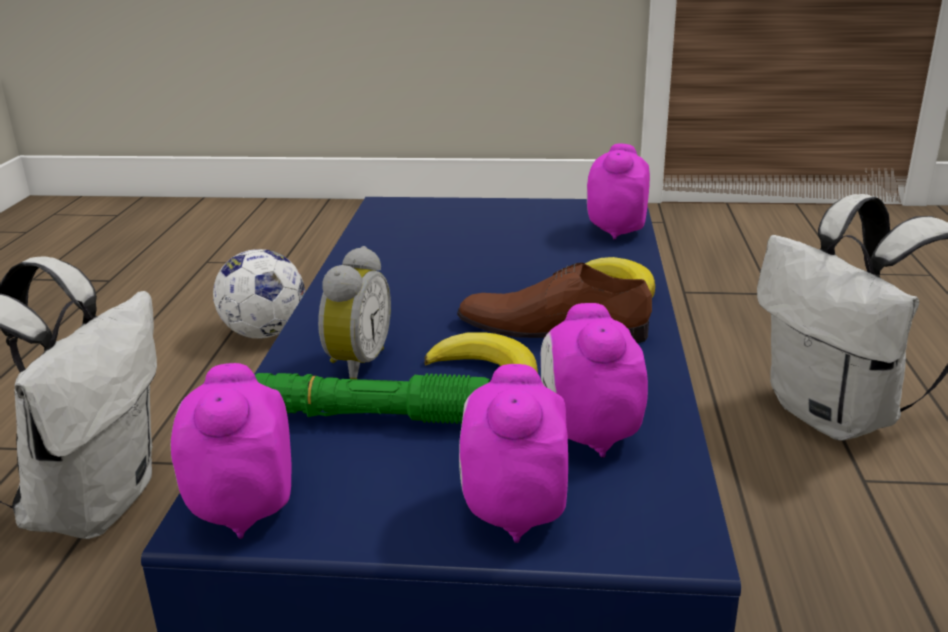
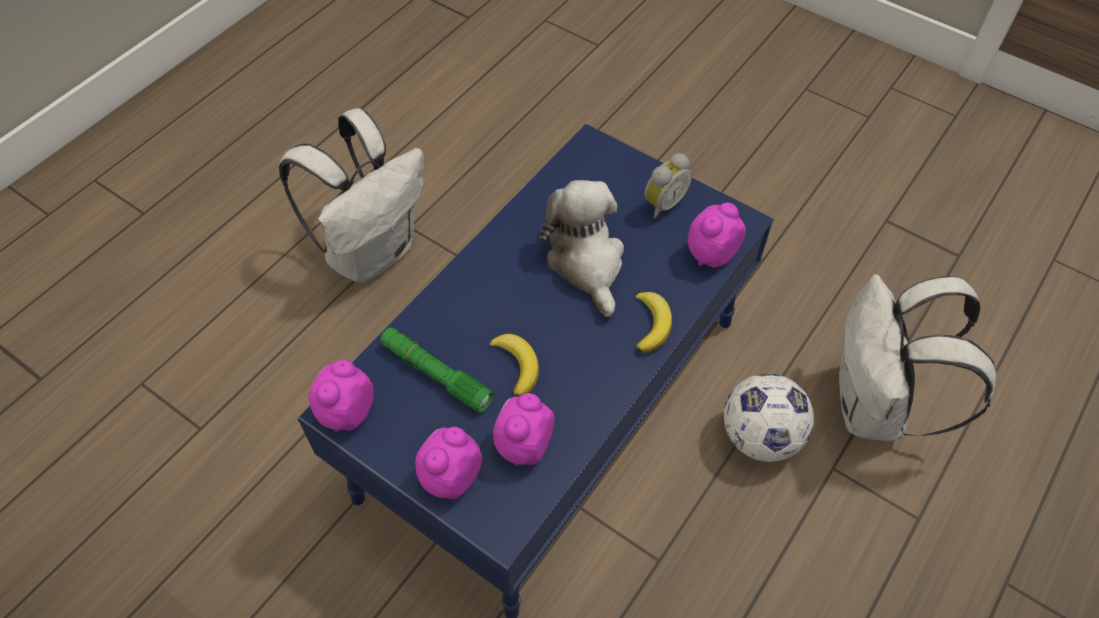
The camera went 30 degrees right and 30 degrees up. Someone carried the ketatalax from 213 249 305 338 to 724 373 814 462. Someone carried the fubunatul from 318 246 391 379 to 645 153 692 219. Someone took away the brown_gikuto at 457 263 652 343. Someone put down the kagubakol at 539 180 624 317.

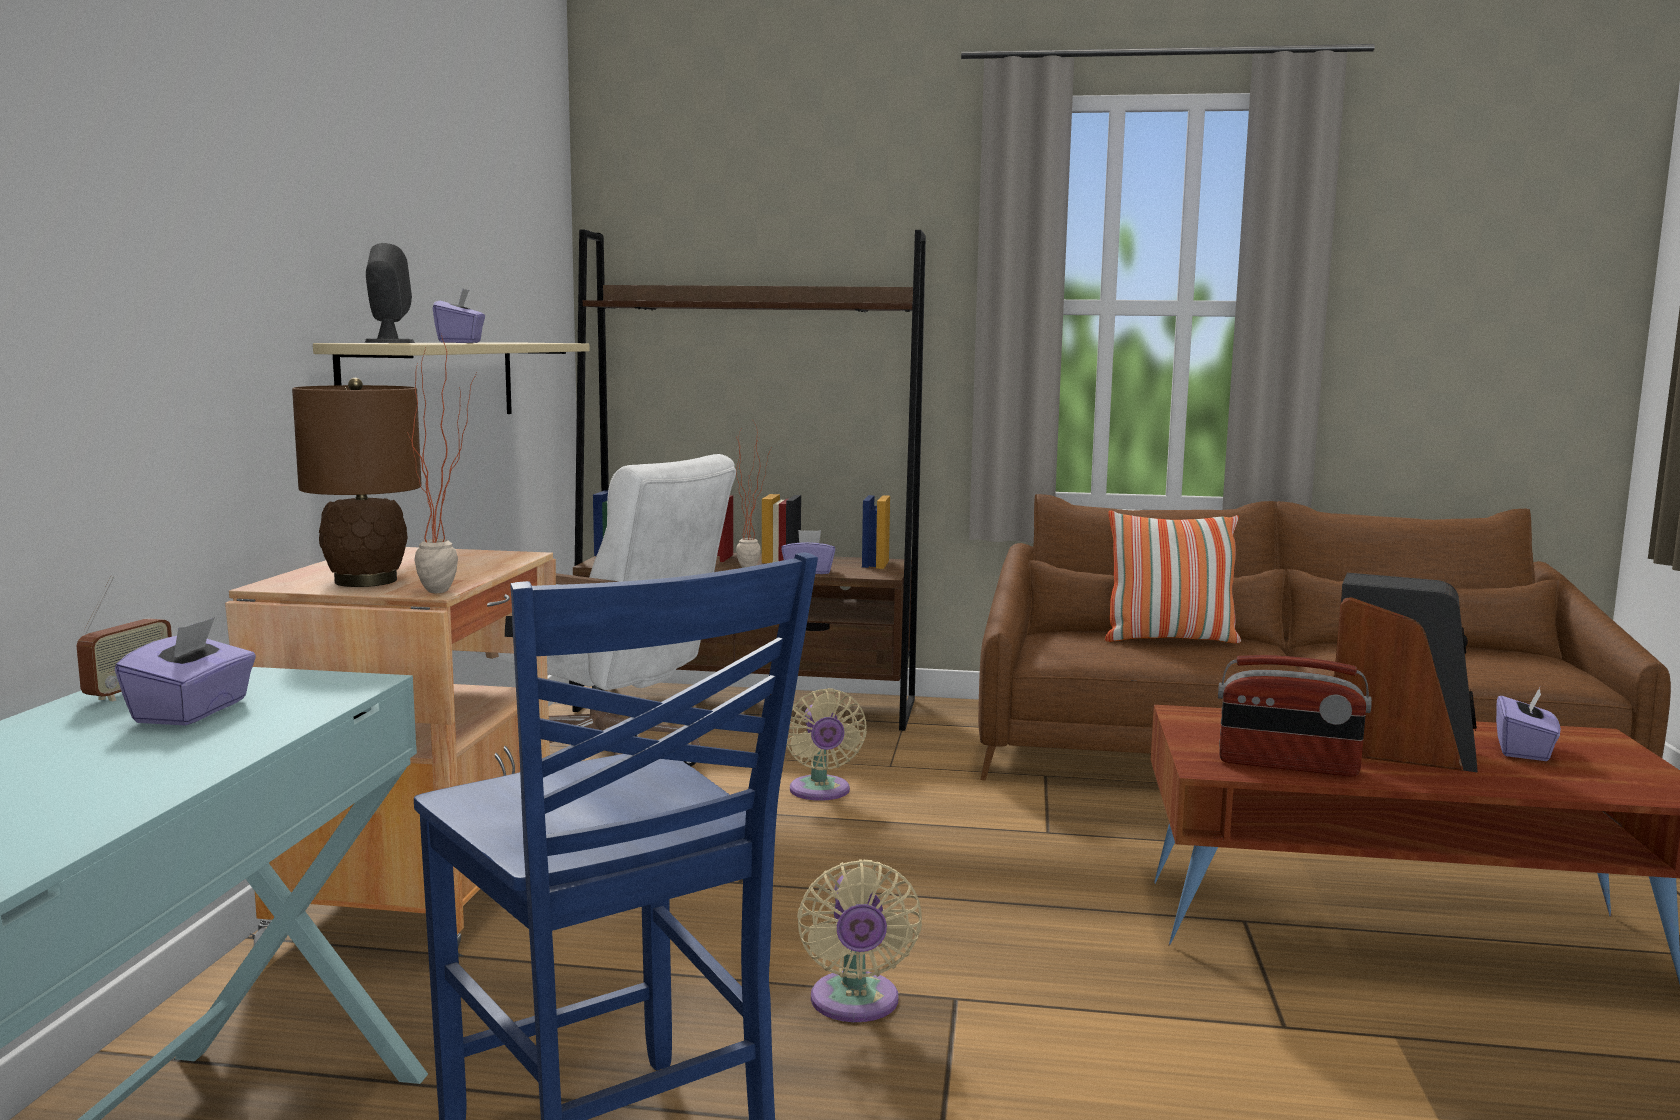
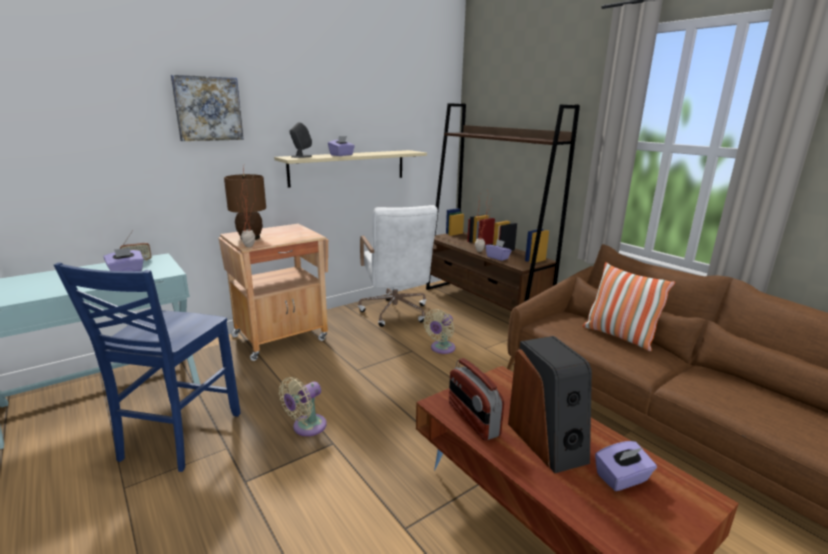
The camera went 45 degrees right and 10 degrees up. Someone put up the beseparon at 171 75 244 141.

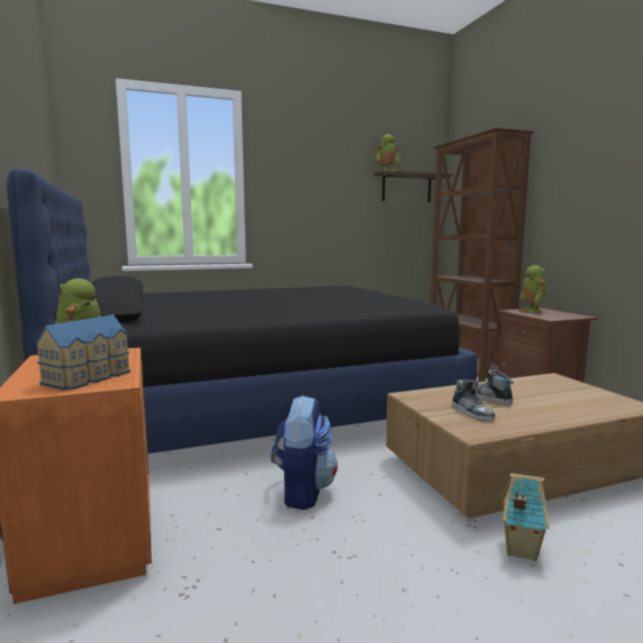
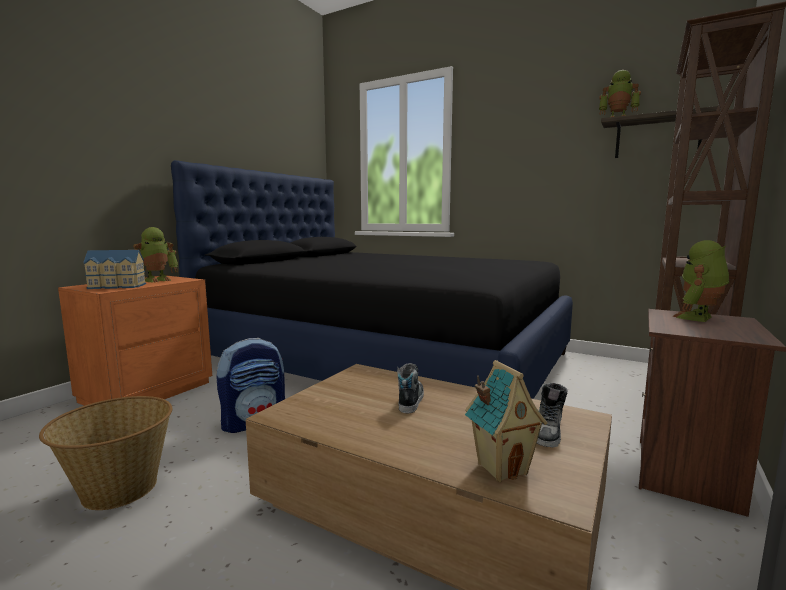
The camera went 50 degrees right and 0 degrees up. Someone carried the gikuto from 452 380 496 421 to 537 383 567 447. Someone carried the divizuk from 501 473 549 561 to 465 360 547 482. Someone put down the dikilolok at 39 396 172 510.

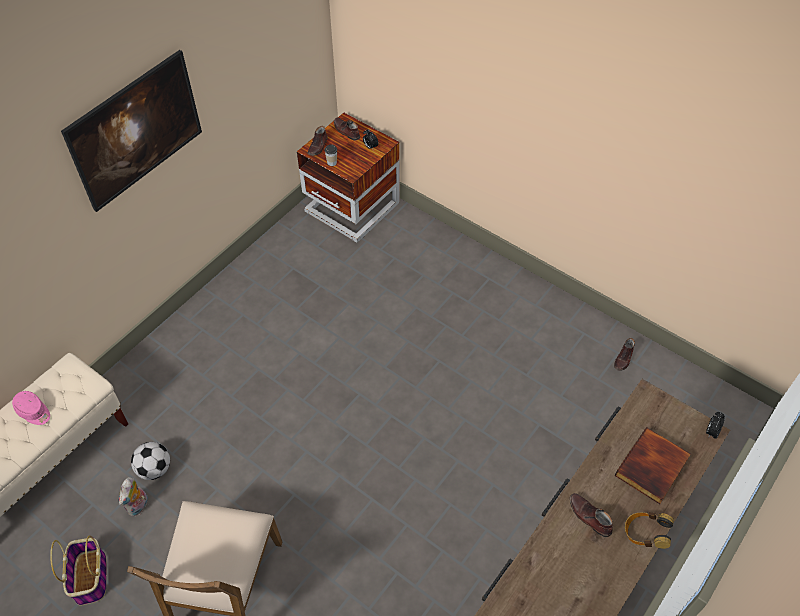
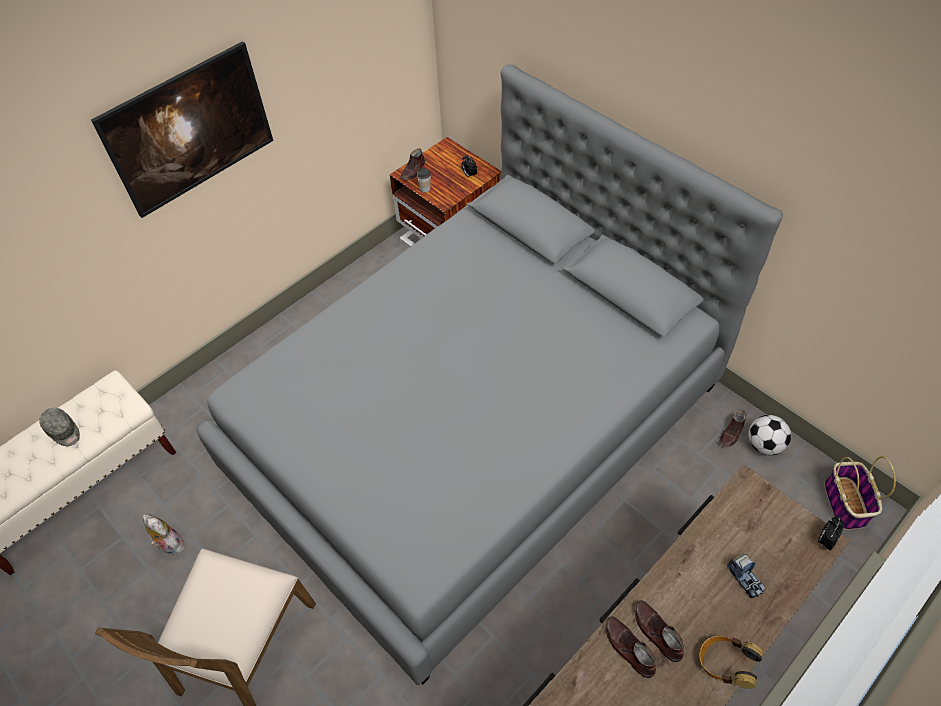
The camera went 10 degrees right and 0 degrees up. Someone repainted the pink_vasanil at 12 391 50 425, which became the grey_vasanil at 39 408 80 446. Someone carried the dikilolok from 50 535 107 606 to 824 456 896 530. Someone rotated the kagubakol at 119 477 148 516 by 105 degrees clockwise. Someone carried the ketatalax from 131 442 170 480 to 748 415 791 455. Someone carried the brown_gikuto from 334 117 360 140 to 605 616 656 678. Someone swapped the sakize at 615 427 691 504 for the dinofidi at 727 554 765 598. Someone put down the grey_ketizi at 196 64 783 686.

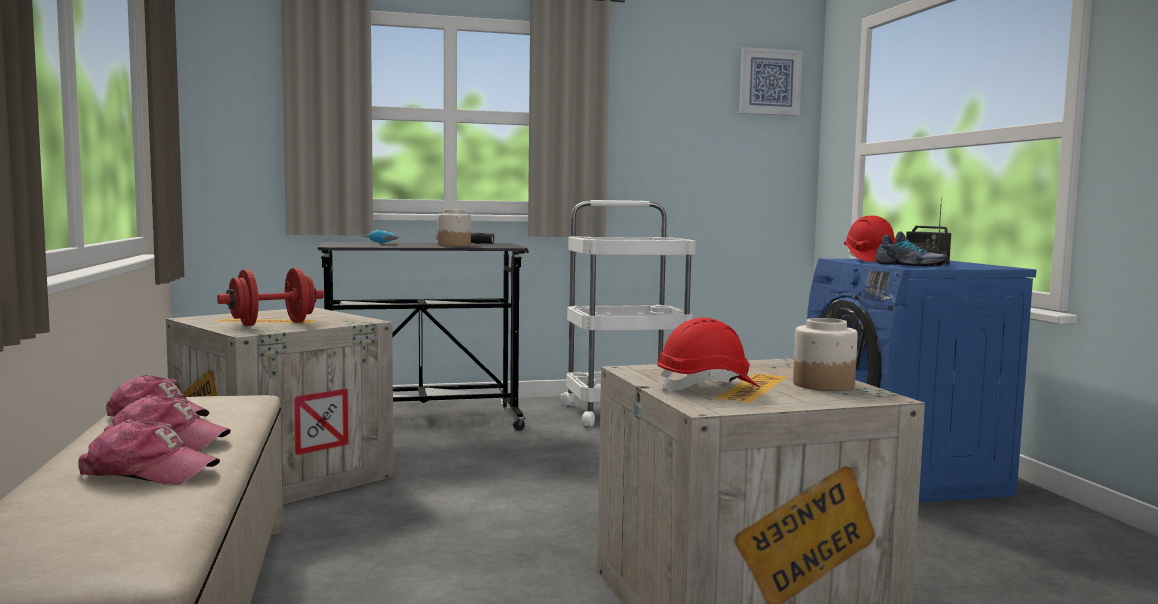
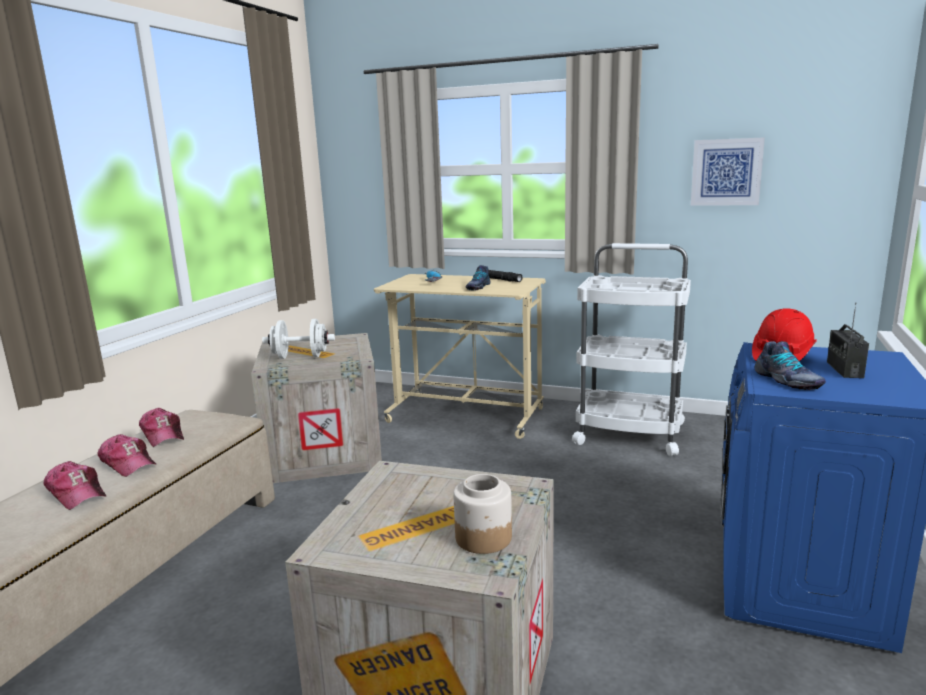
The camera went 35 degrees right and 10 degrees up. Someone repainted the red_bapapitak at 217 268 324 326, which became the white_bapapitak at 262 319 335 359. Someone repainted the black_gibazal at 318 242 528 431, which became the beige_gibazal at 374 274 546 439. Someone swapped the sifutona at 438 209 471 246 for the gikuto at 466 265 491 291. Someone took away the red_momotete at 657 318 760 391. Someone carried the beseparon from 739 47 803 116 to 691 137 765 206.

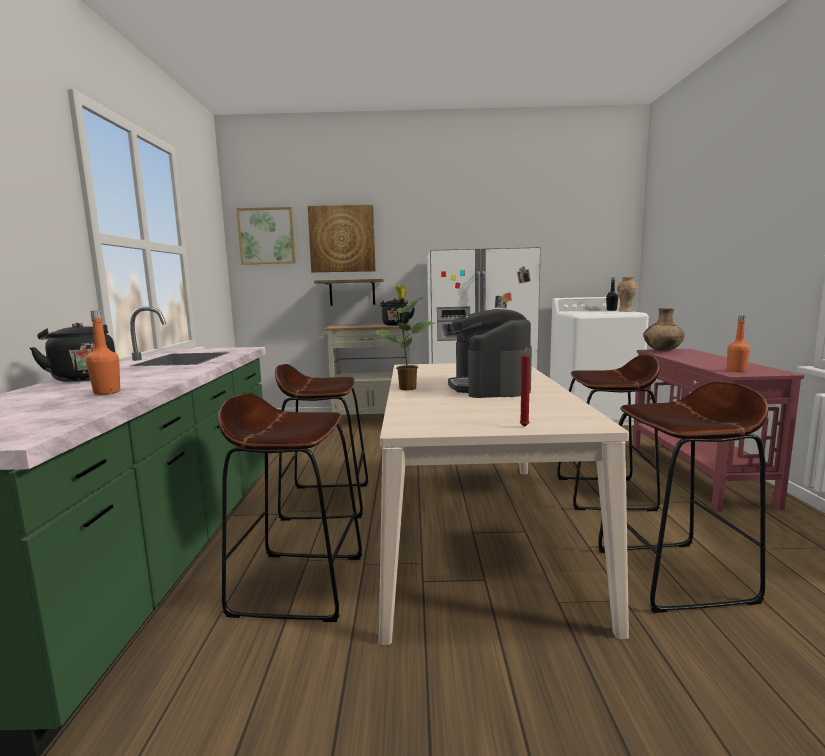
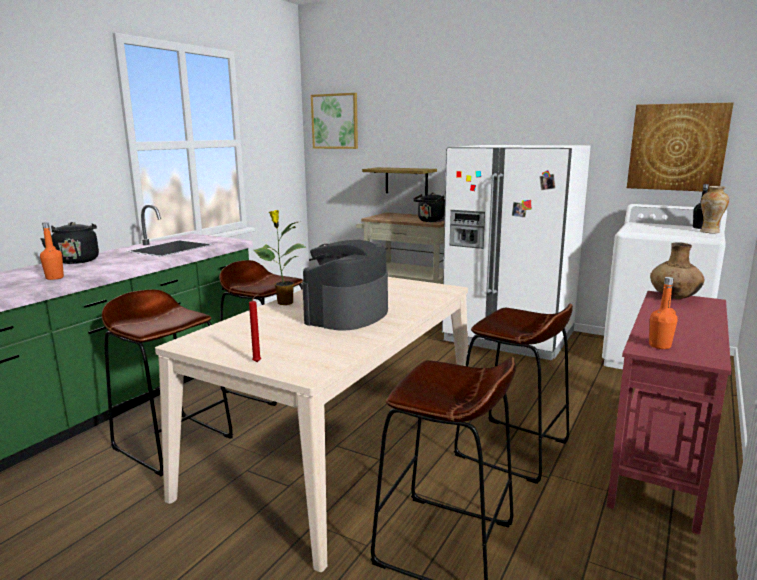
The camera went 30 degrees right and 5 degrees up. Someone carried the beseparon from 308 205 375 272 to 627 102 734 192.

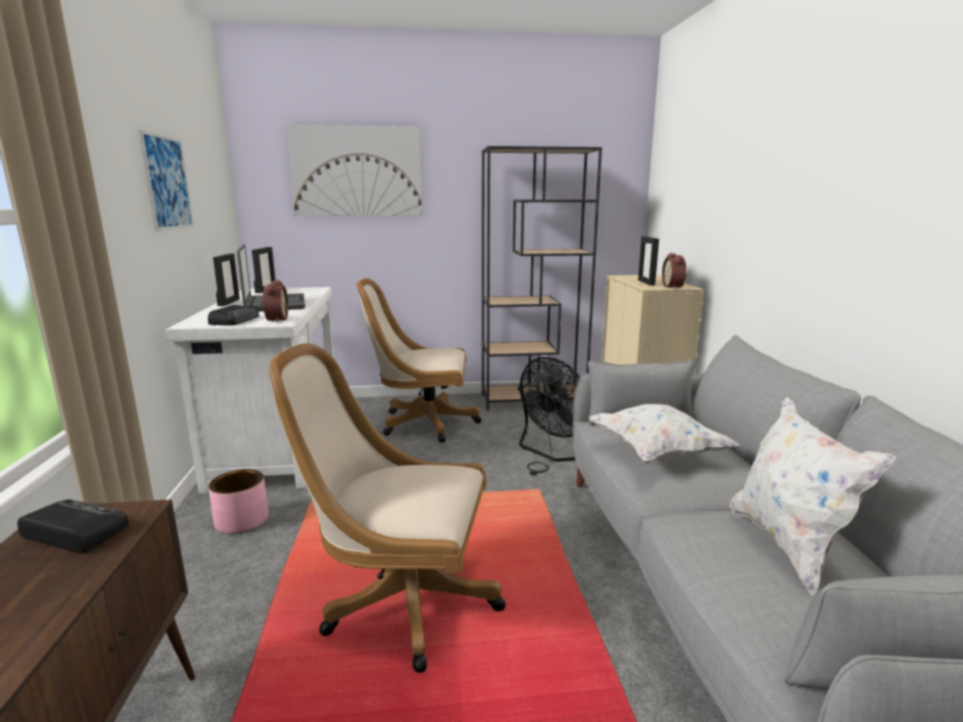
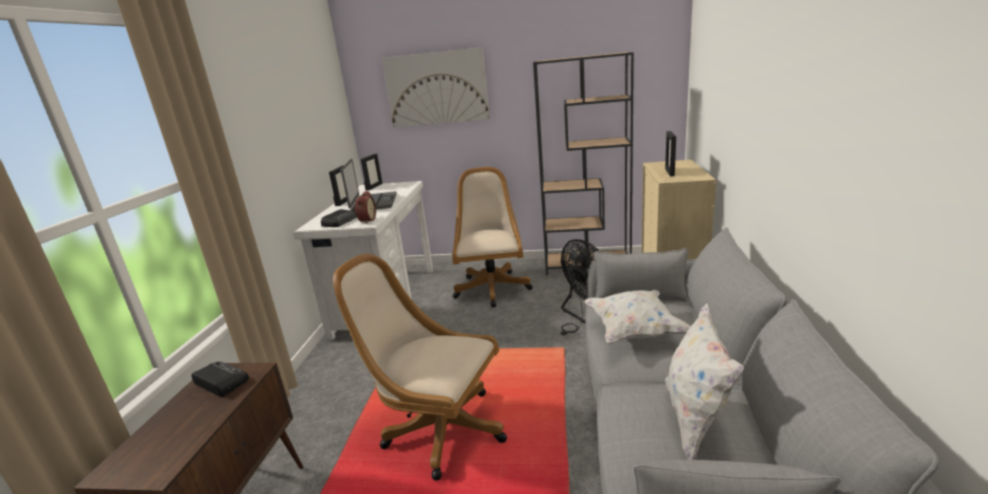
The camera went 15 degrees right and 5 degrees up. Someone took away the beseparon at 139 130 194 231. Someone took away the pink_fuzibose at 208 469 269 534. Someone rotated the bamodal at 357 278 482 443 by 75 degrees clockwise. Someone took away the fubunatul at 662 253 686 289.

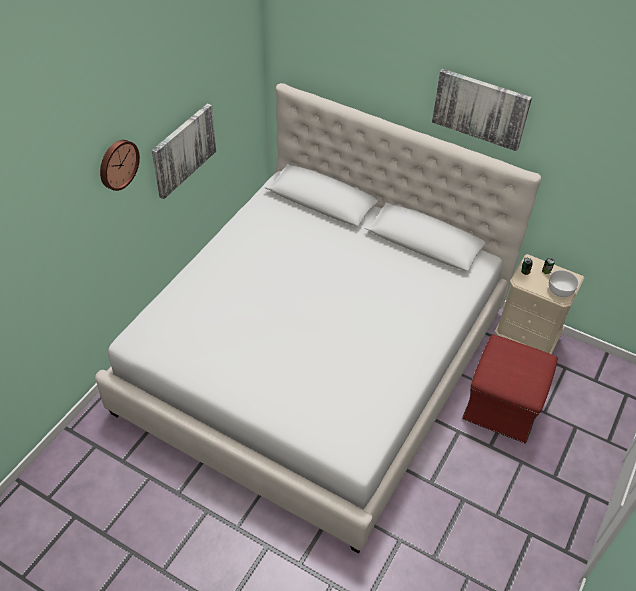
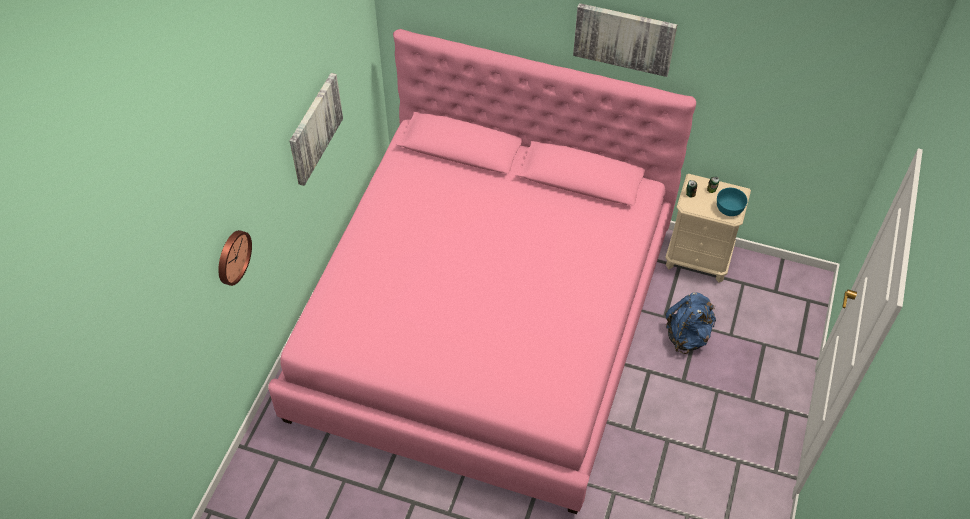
The camera went 10 degrees left and 5 degrees up. Someone repainted the white_ketizi at 95 83 541 554, which became the pink_ketizi at 268 29 696 514. Someone carried the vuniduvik from 100 140 140 191 to 218 230 252 286. Someone swapped the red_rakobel at 462 334 558 444 for the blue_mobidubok at 665 292 716 354. Someone repainted the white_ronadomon at 549 270 579 297, which became the turquoise_ronadomon at 717 188 747 216.

